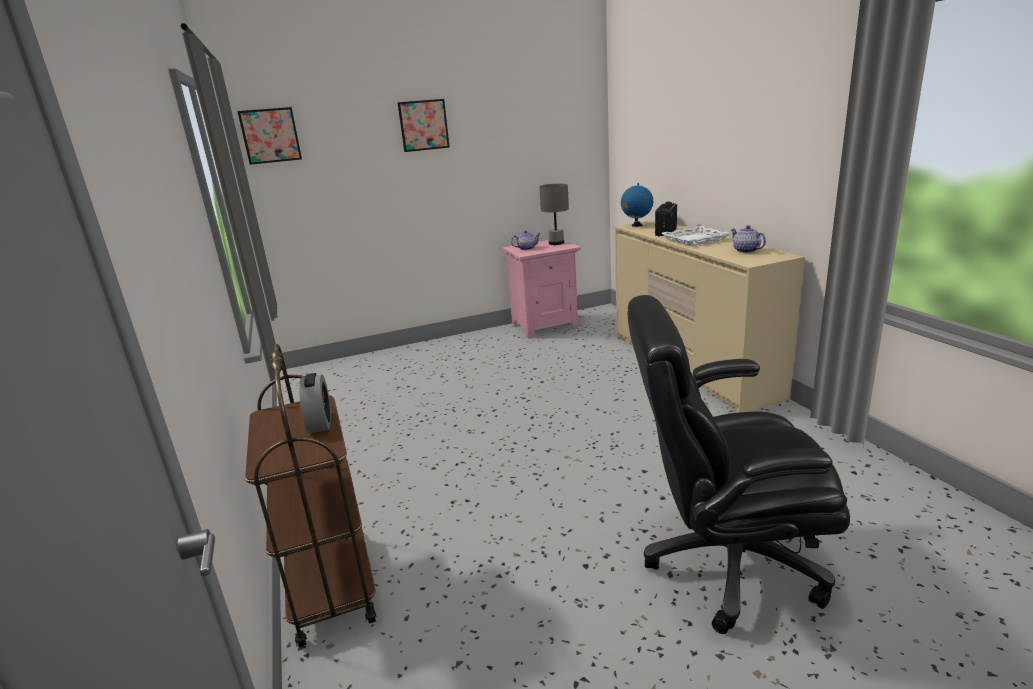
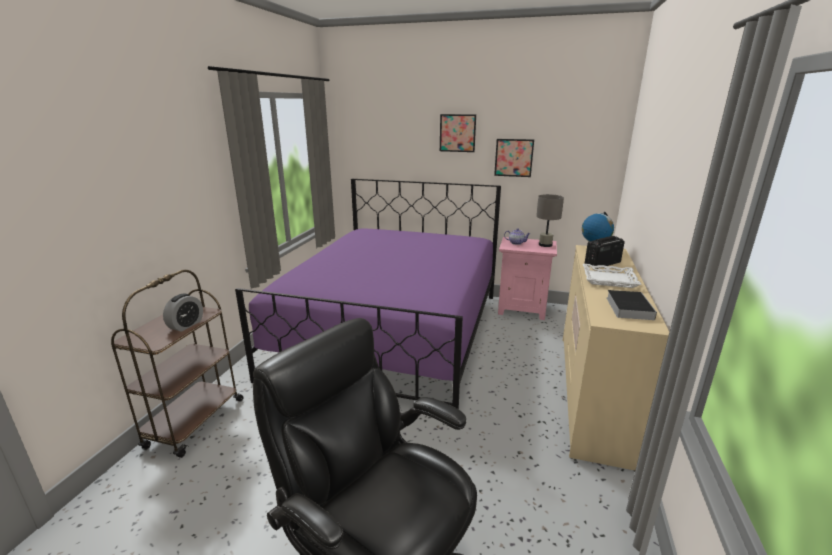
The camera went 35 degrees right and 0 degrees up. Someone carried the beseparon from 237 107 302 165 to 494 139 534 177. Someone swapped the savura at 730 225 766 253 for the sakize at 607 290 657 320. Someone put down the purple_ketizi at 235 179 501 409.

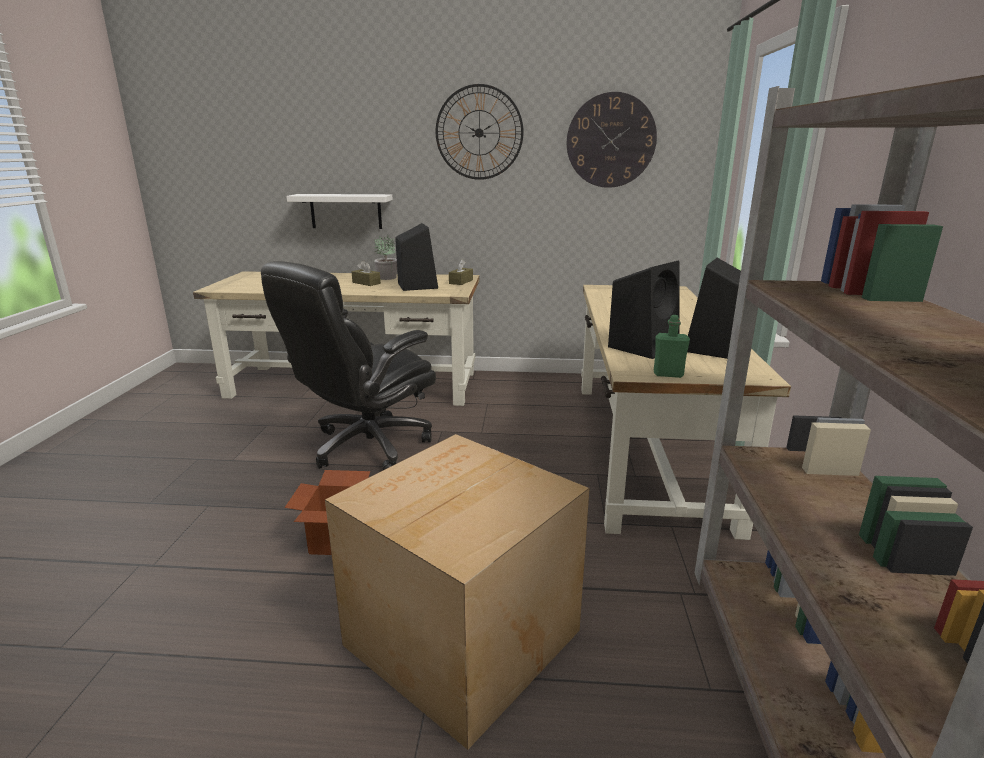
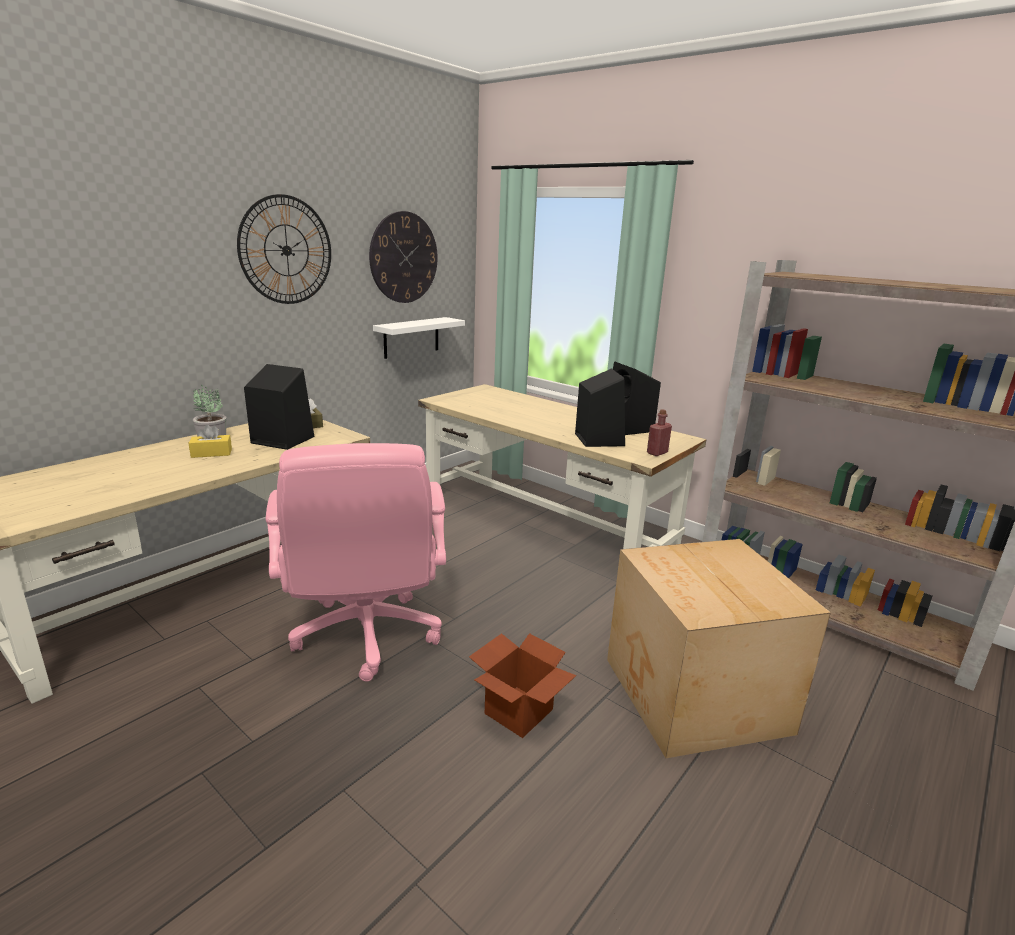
The camera went 55 degrees left and 0 degrees up. Someone repainted the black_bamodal at 261 261 436 470, which became the pink_bamodal at 266 443 446 682. Someone carried the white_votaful from 286 194 393 229 to 373 317 465 359. Someone repainted the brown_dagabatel at 352 260 381 286, which became the yellow_dagabatel at 189 425 232 458. Someone repainted the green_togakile at 654 315 690 378, which became the red_togakile at 647 409 672 456.

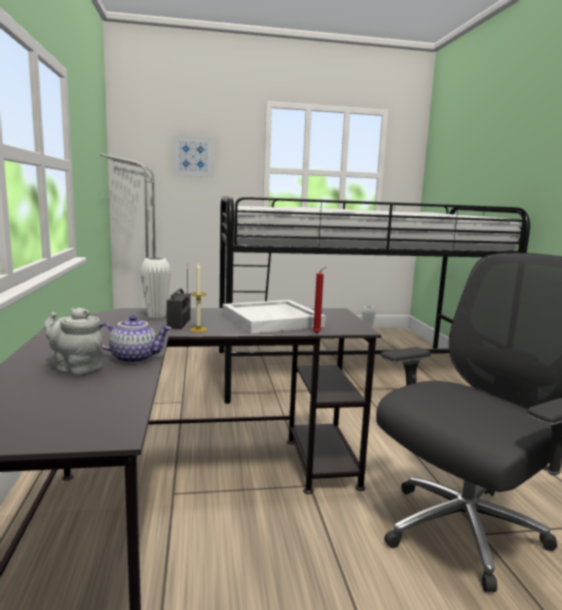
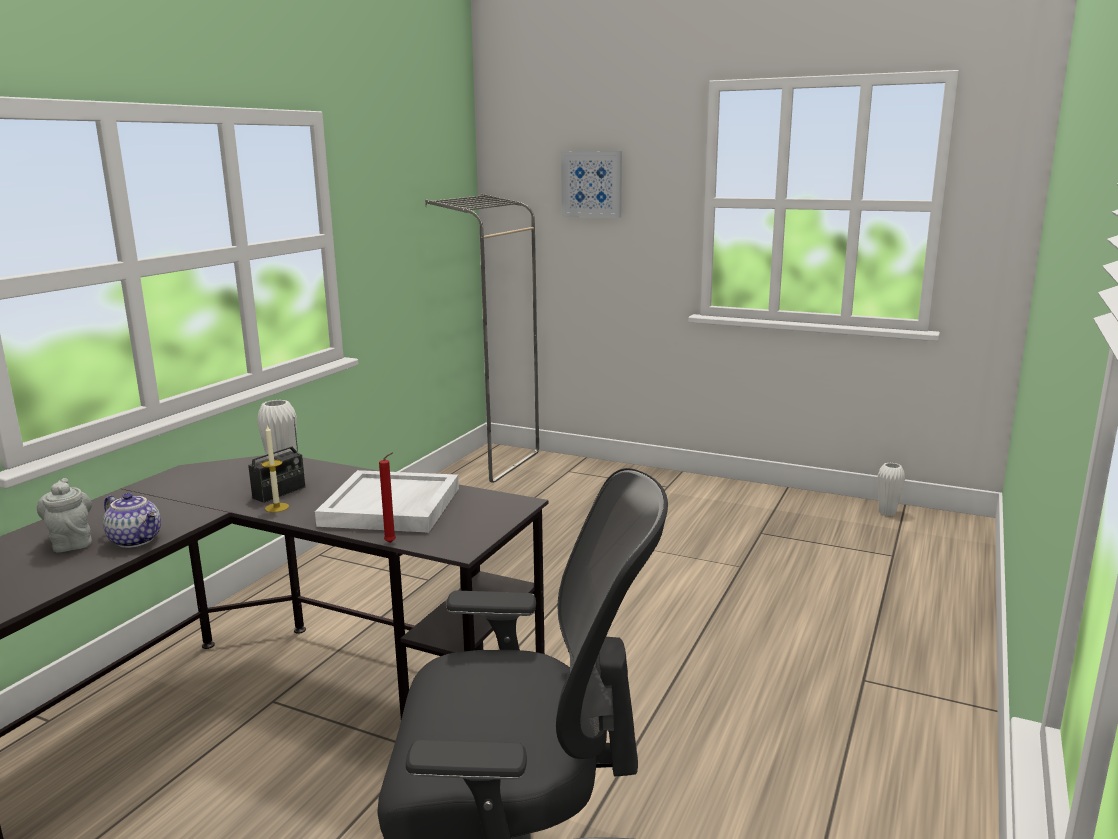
The camera went 35 degrees right and 5 degrees up. Someone took away the black_ketizi at 219 196 530 404.

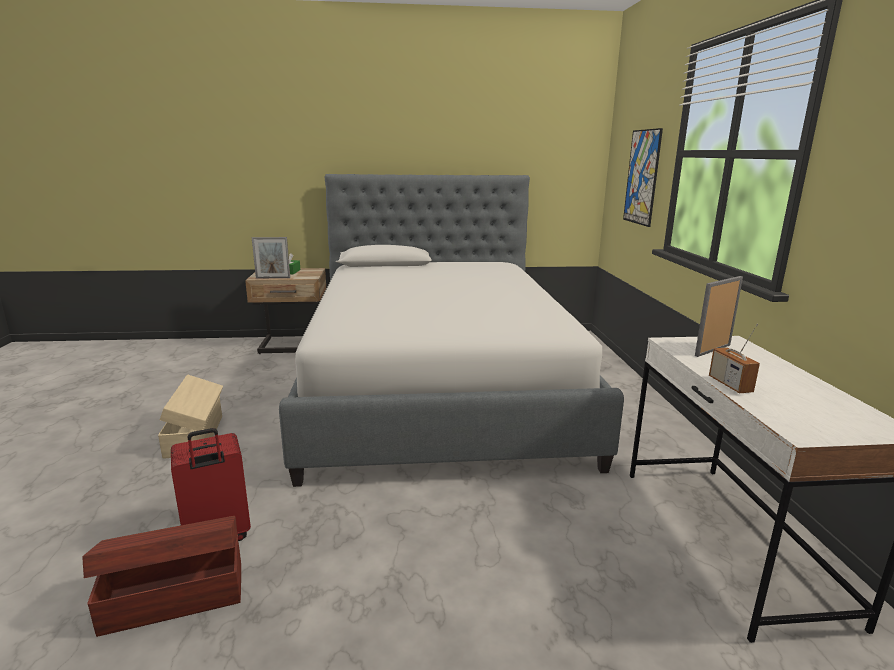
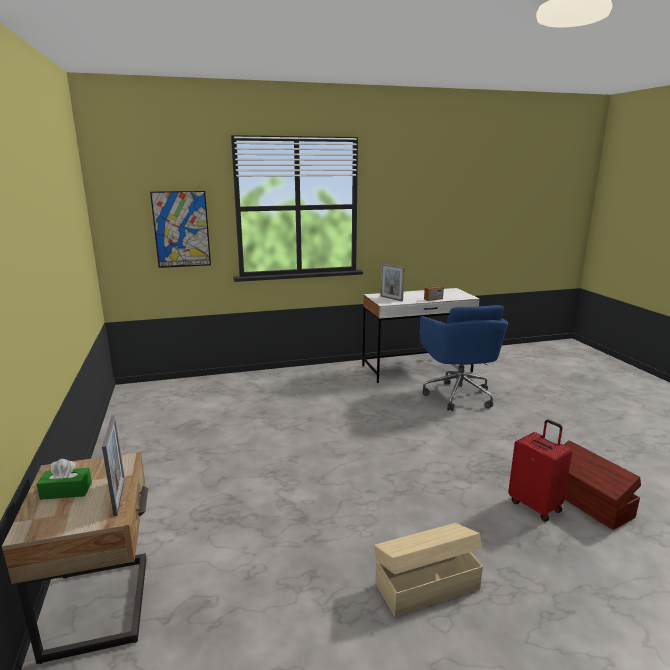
The camera went 100 degrees left and 0 degrees up. Someone took away the ketizi at 279 174 624 487. Someone put down the blue_bamodal at 420 305 508 411.

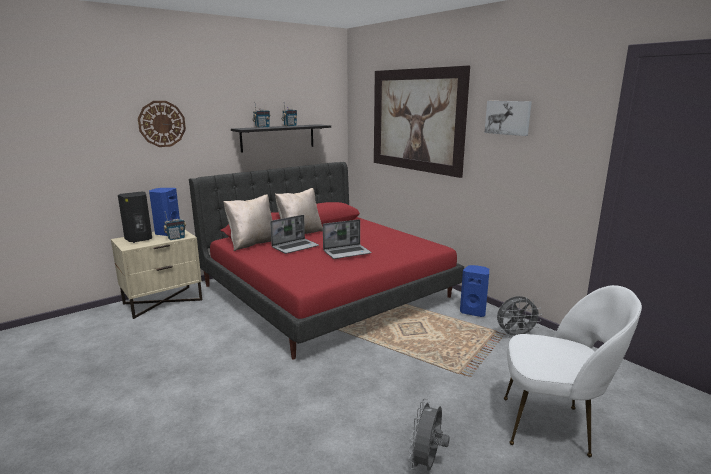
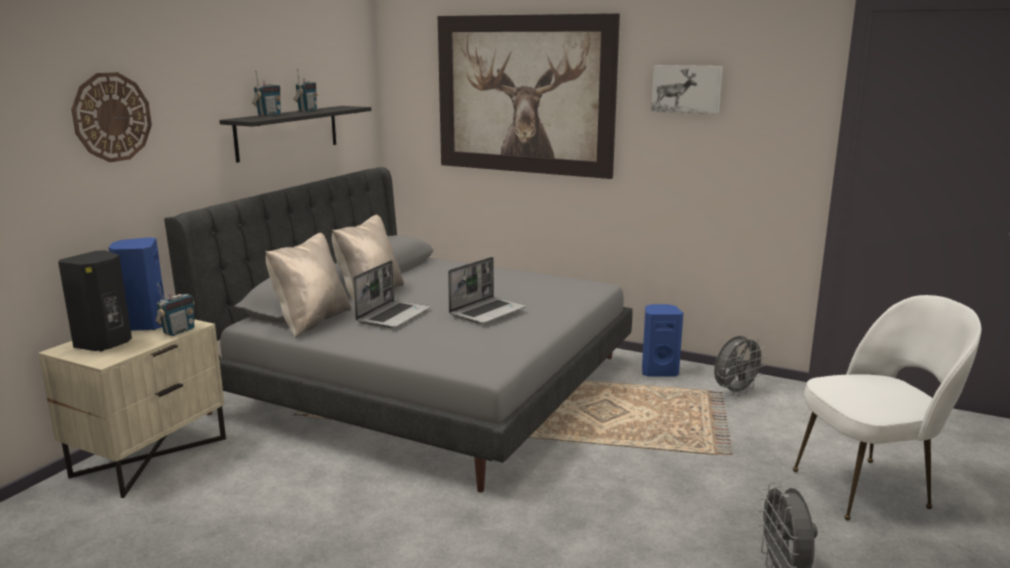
The camera went 25 degrees left and 0 degrees up. Someone repainted the red_ketizi at 189 162 464 360, which became the grey_ketizi at 164 167 633 493.

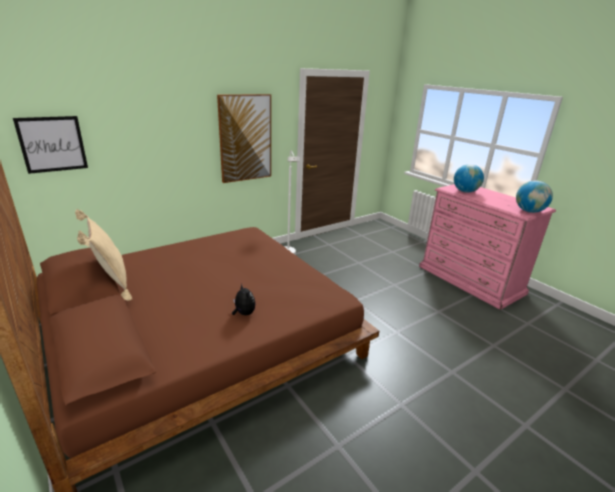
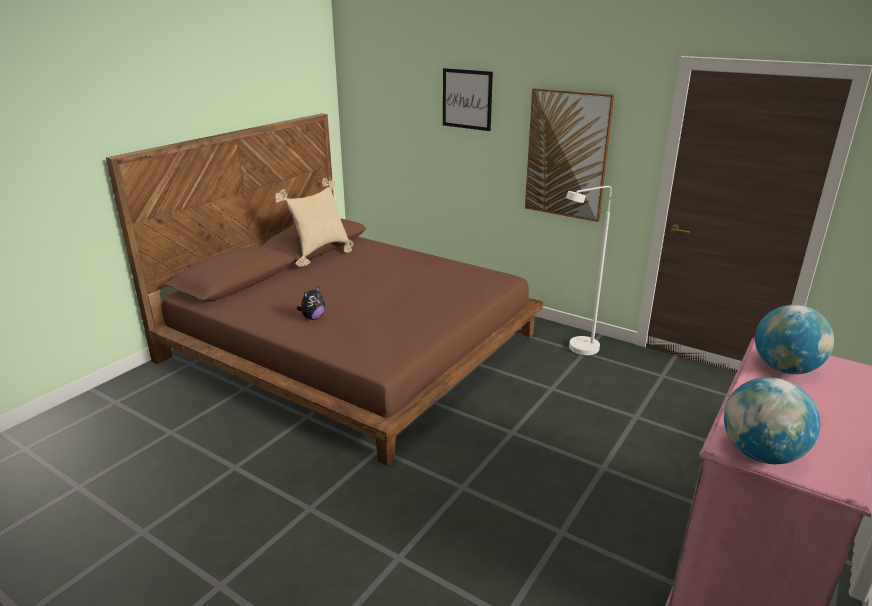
The camera went 70 degrees right and 0 degrees up. Someone carried the beseparon from 13 116 88 174 to 443 68 493 131.

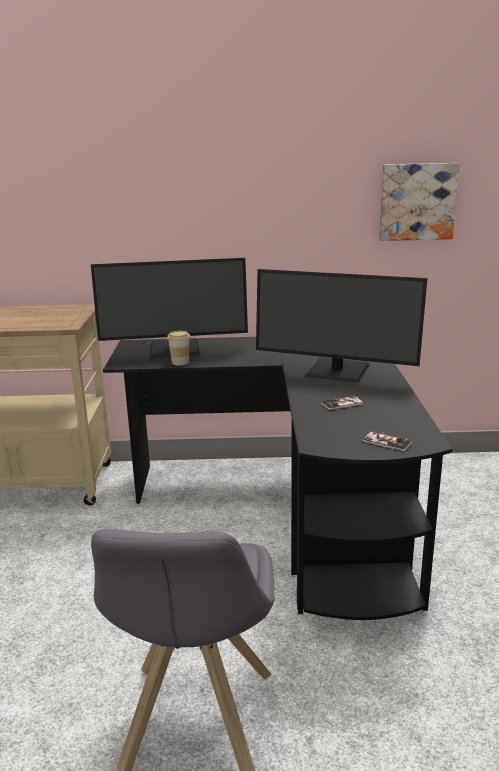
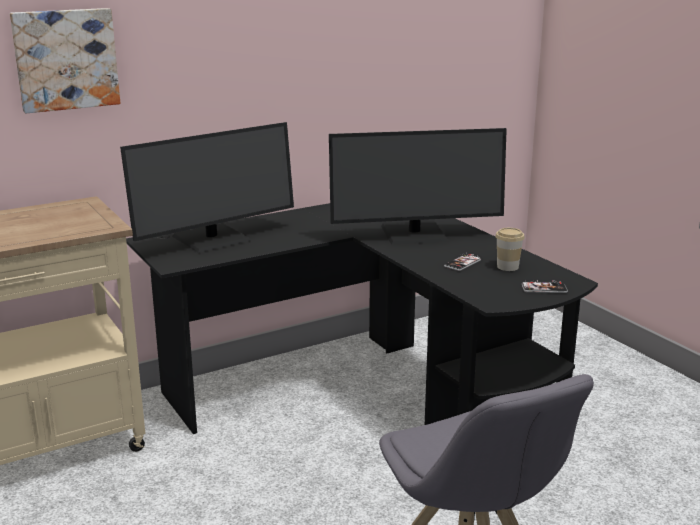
The camera went 30 degrees left and 0 degrees up. Someone carried the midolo from 167 331 191 365 to 495 228 525 271. Someone carried the beseparon from 379 163 460 241 to 10 8 120 113.

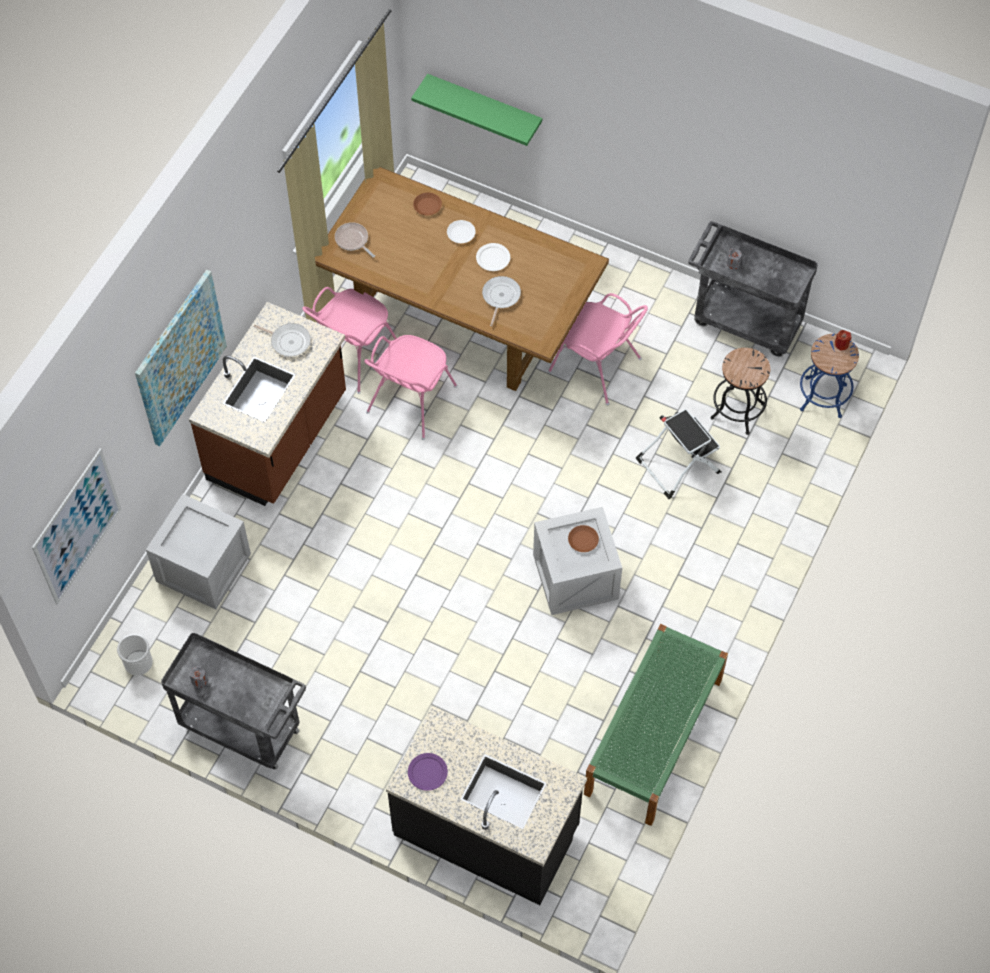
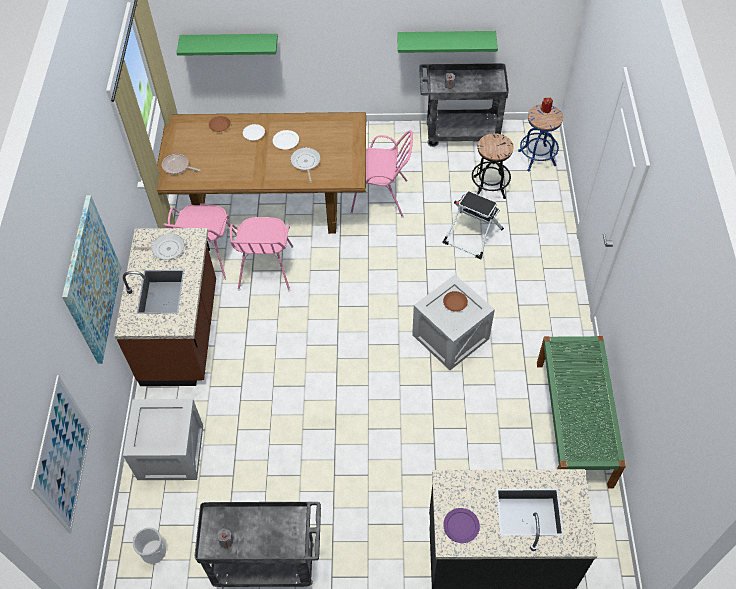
The camera went 25 degrees left and 5 degrees down. Someone put up the green_votaful at 397 31 498 53.

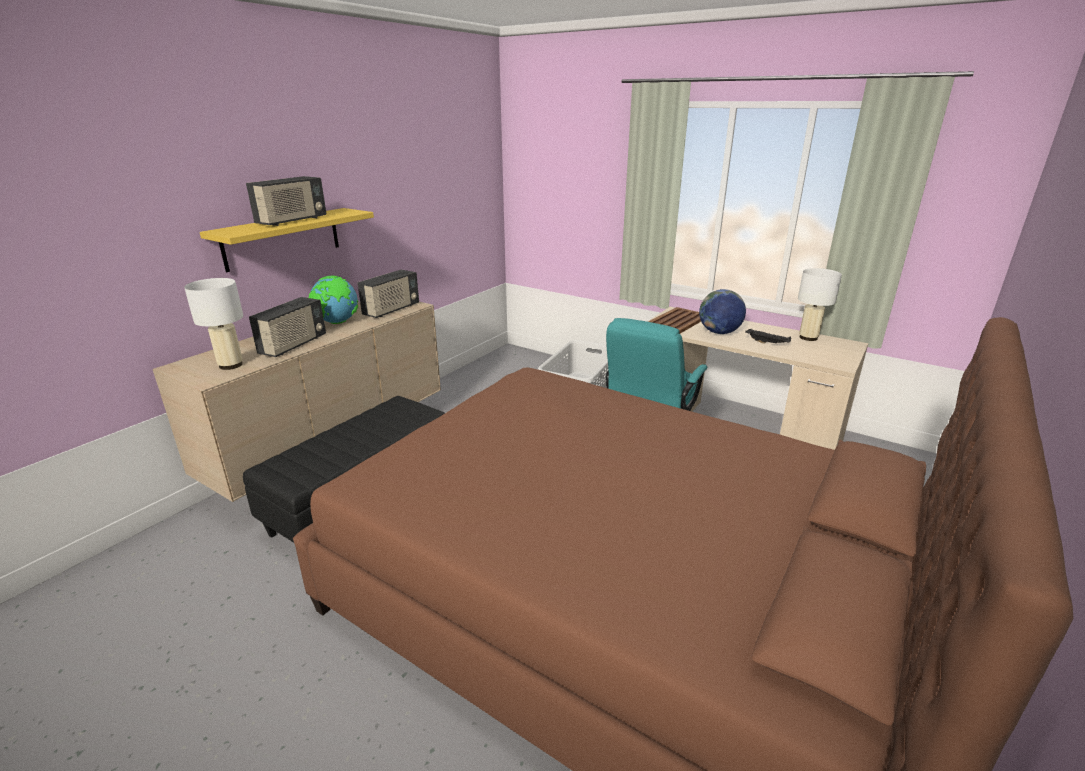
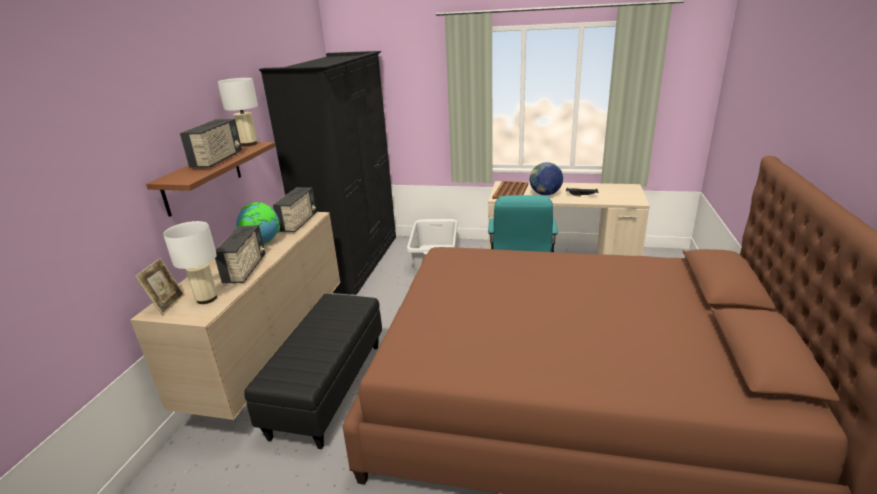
The camera went 20 degrees left and 0 degrees up. Someone repainted the yellow_votaful at 200 208 374 272, which became the brown_votaful at 146 142 275 217. Someone carried the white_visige from 798 268 842 341 to 217 78 258 146. Someone put down the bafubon at 135 258 185 315. Someone put down the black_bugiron at 259 51 396 295.

